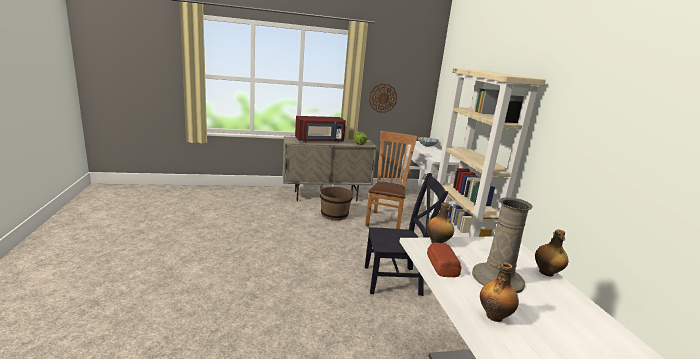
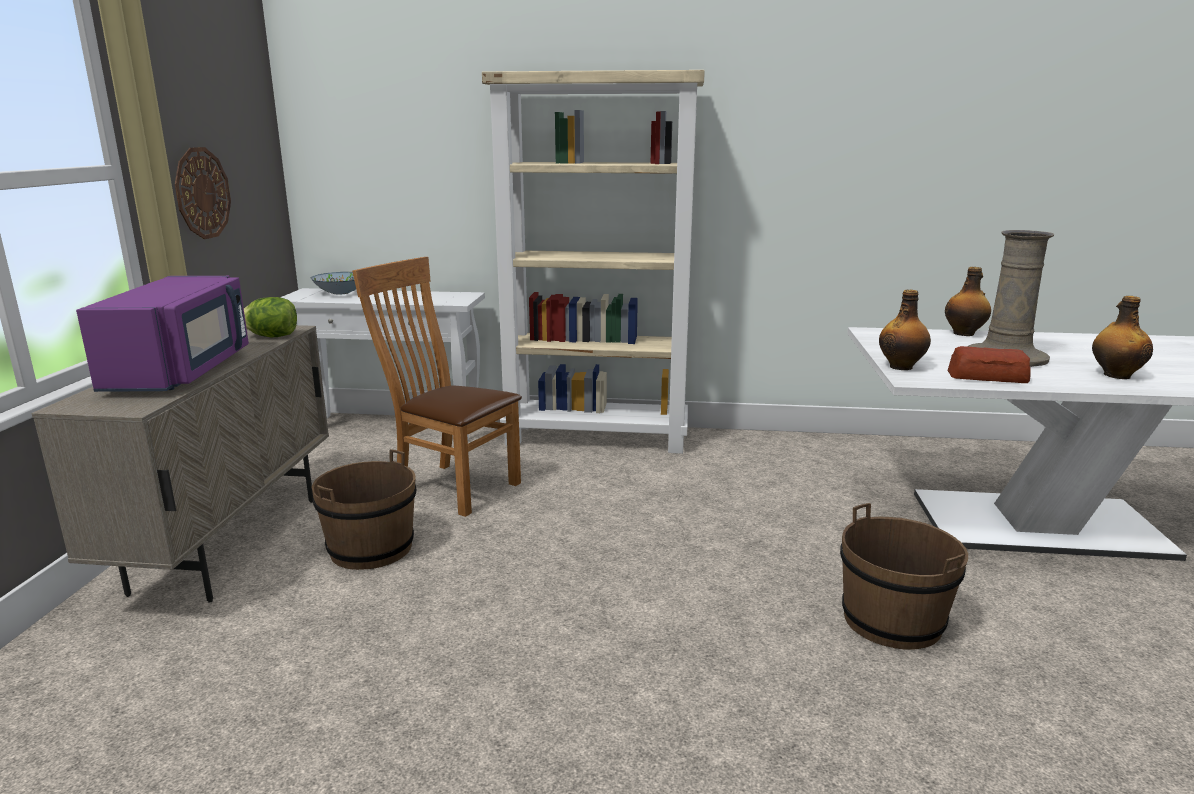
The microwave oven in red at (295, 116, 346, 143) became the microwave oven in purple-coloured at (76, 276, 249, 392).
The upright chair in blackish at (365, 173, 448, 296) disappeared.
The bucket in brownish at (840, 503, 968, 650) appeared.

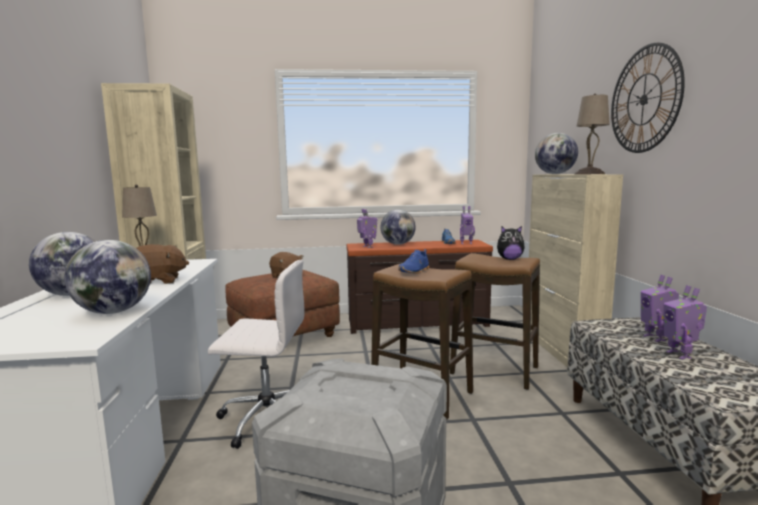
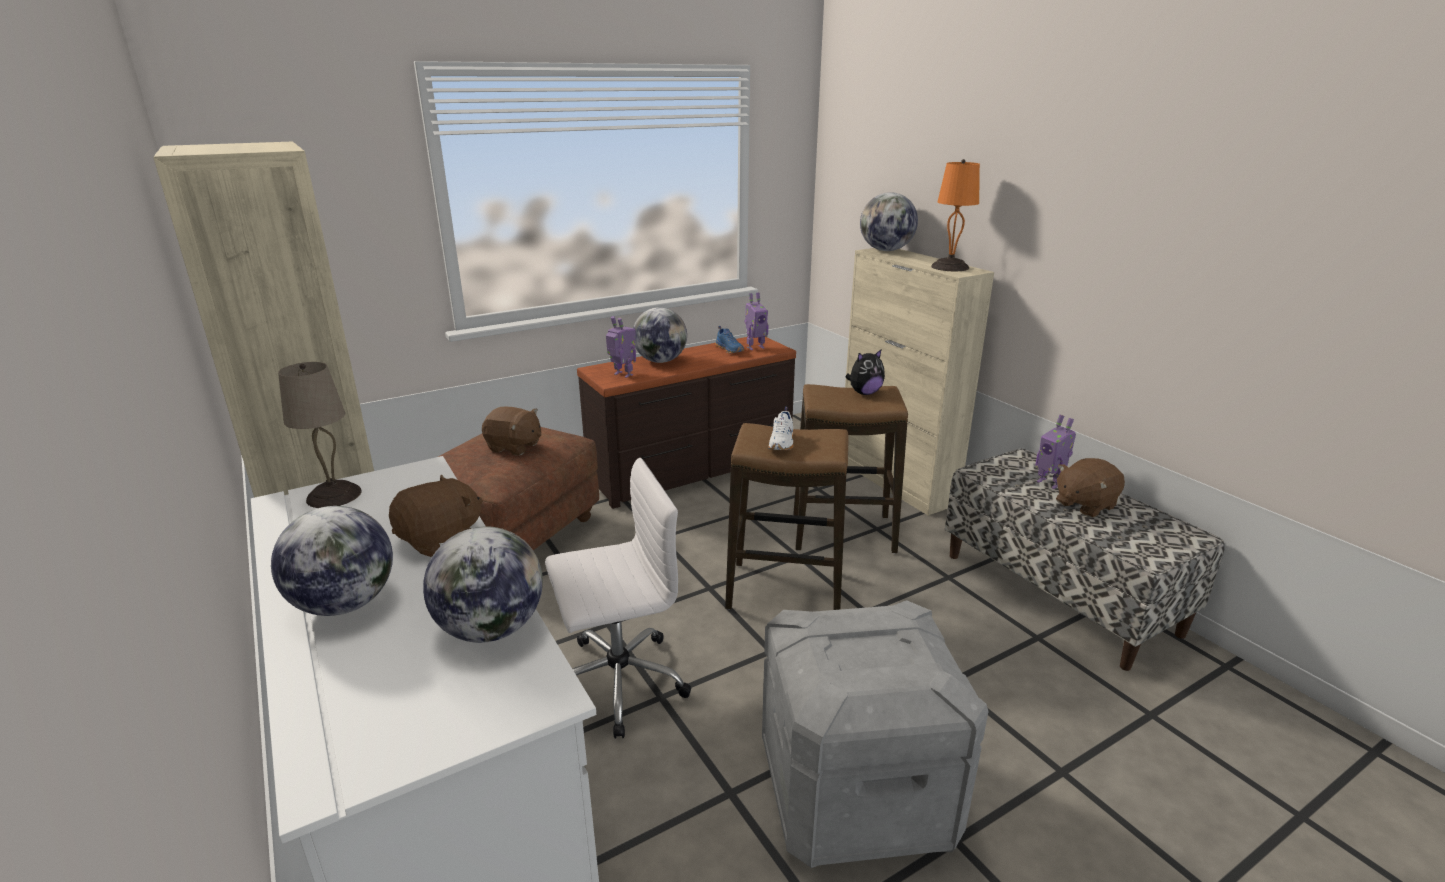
The wall clock at (611, 43, 685, 153) disappeared.
The table lamp in beige-coloured at (575, 94, 610, 174) became the table lamp in orangey at (931, 159, 980, 271).
The item of footwear in blue at (399, 249, 429, 274) became the item of footwear in white-coloured at (768, 407, 793, 450).
The model robot at (664, 285, 707, 359) was replaced by the cuddly toy in brownish at (1056, 458, 1125, 518).

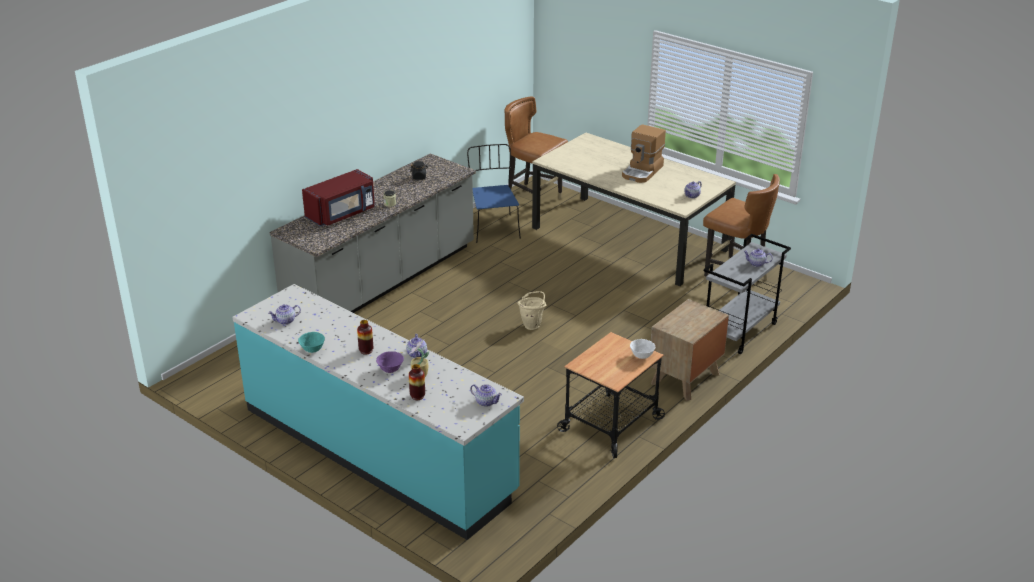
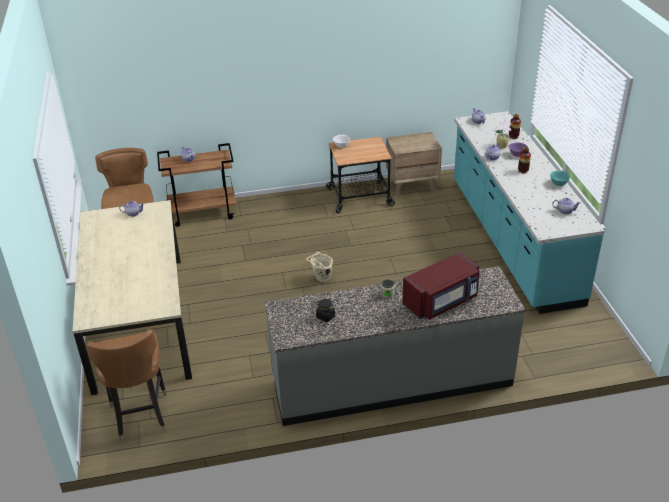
The coffee machine at (622, 124, 666, 183) disappeared.
The upright chair in blue at (467, 144, 521, 243) disappeared.
The microwave oven in red at (302, 169, 375, 226) turned 150 degrees clockwise.
The wheeled cart in grey at (704, 234, 791, 354) became the wheeled cart in brownish at (157, 143, 236, 227).
The night table in brownish moved from (651, 299, 729, 401) to (386, 132, 442, 197).

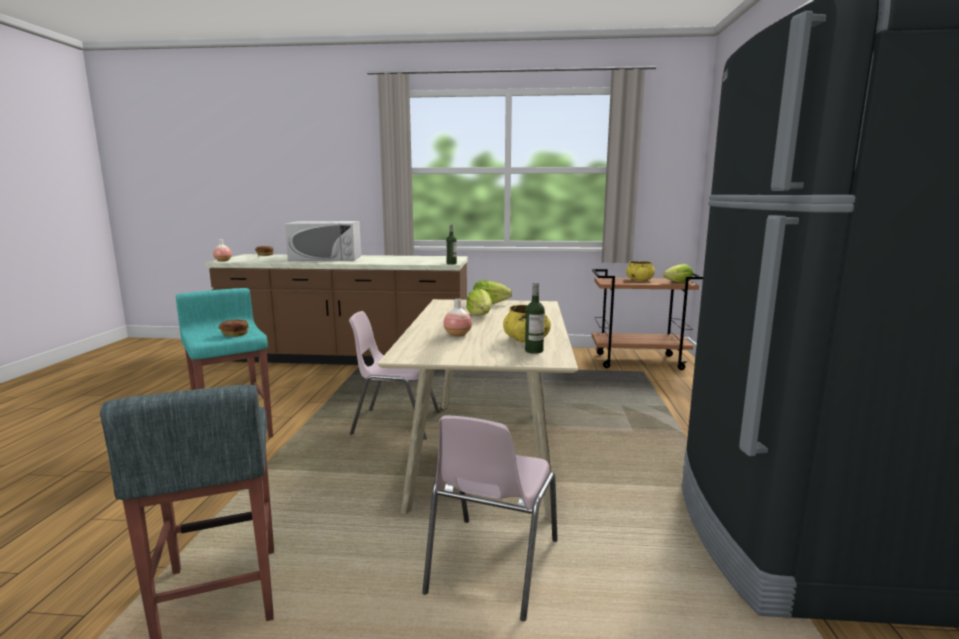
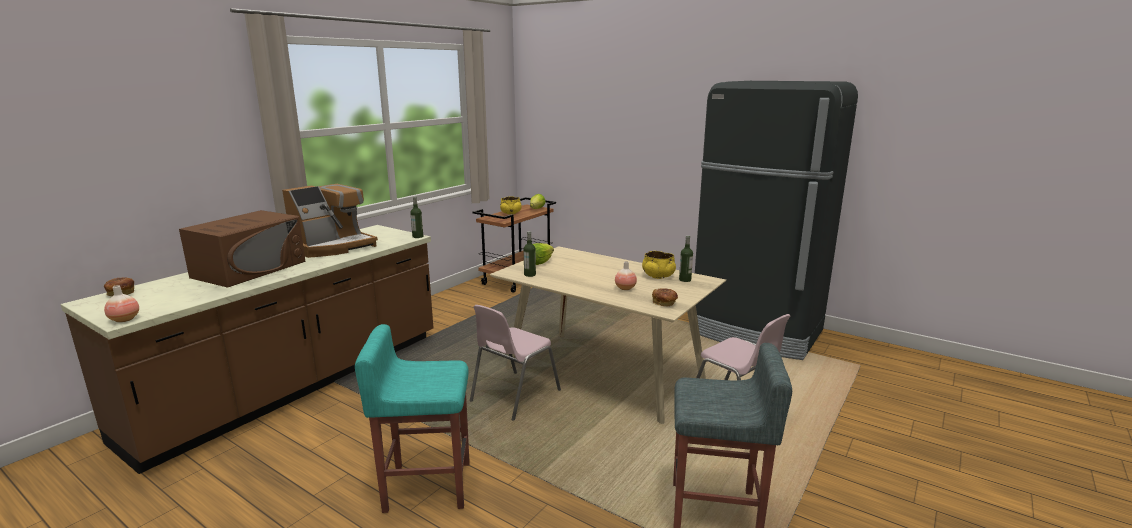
The microwave oven in white-coloured at (285, 221, 361, 261) became the microwave oven in brownish at (179, 210, 306, 288).
The lettuce at (466, 288, 492, 316) disappeared.
The bread moved from (219, 319, 248, 337) to (652, 288, 678, 306).
The coffee machine at (282, 184, 378, 258) appeared.
The beverage bottle at (524, 231, 536, 277) appeared.

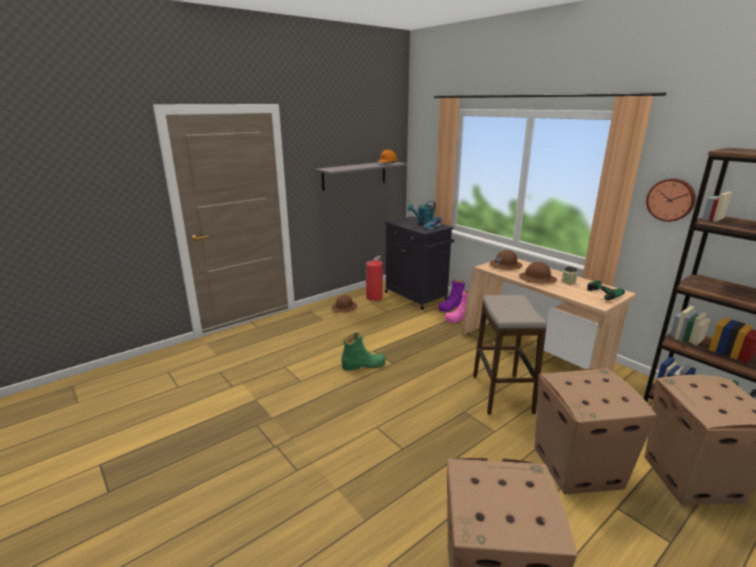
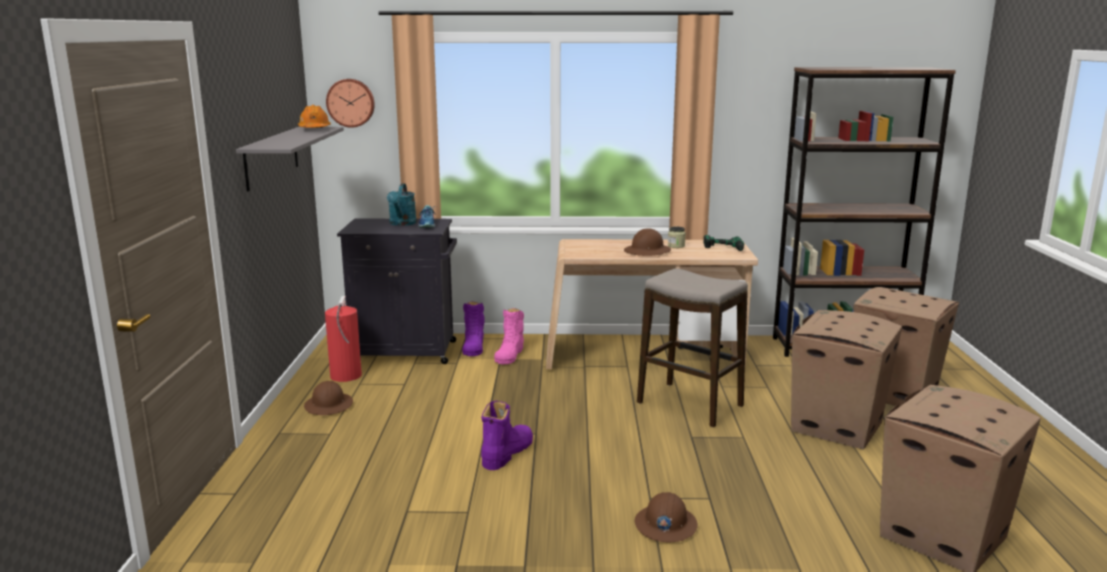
The wall clock moved from (646, 178, 696, 222) to (326, 79, 375, 128).
The work helmet in brownish moved from (490, 250, 522, 270) to (634, 492, 698, 543).
The boot in green at (341, 333, 386, 370) became the boot in purple-coloured at (481, 401, 533, 470).

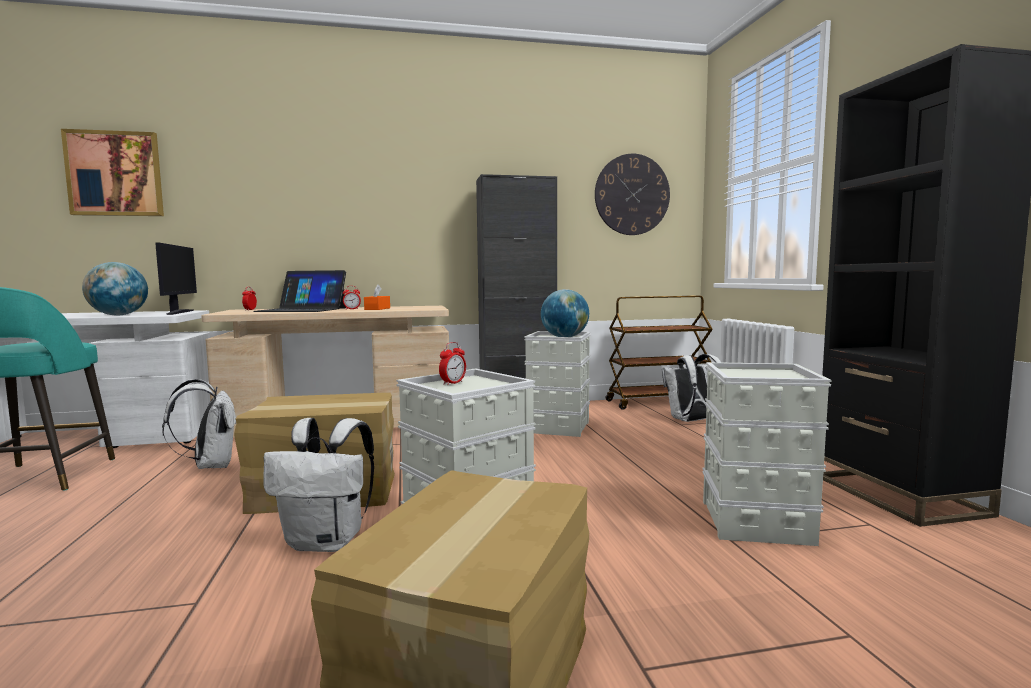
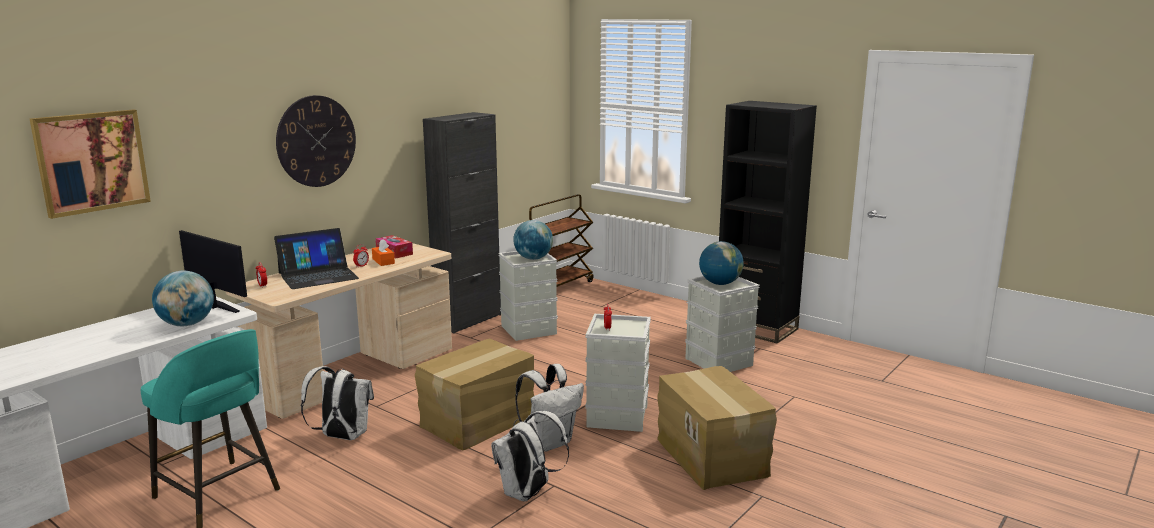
The wall clock moved from (595, 154, 670, 235) to (276, 95, 356, 187).
The rucksack in white-coloured moved from (662, 354, 722, 422) to (491, 411, 569, 502).
The tissue holder at (375, 235, 413, 258) appeared.
The globe at (699, 241, 744, 285) appeared.

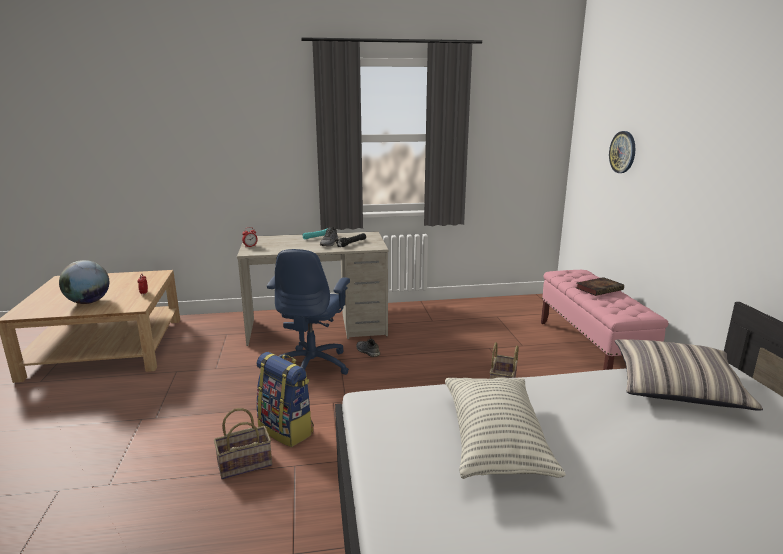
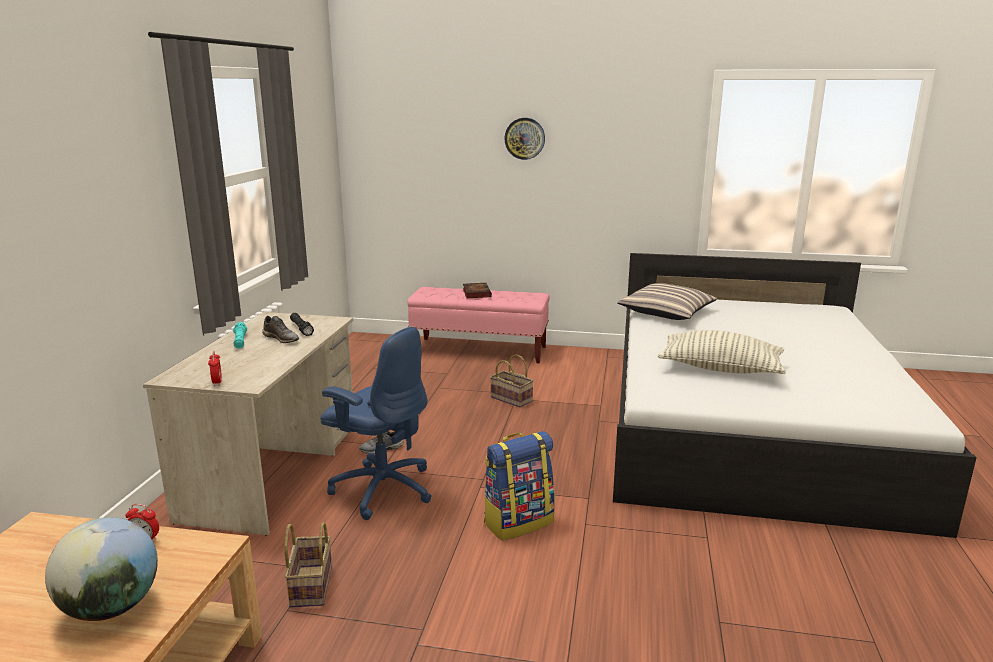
The wall clock moved from (609, 131, 635, 173) to (504, 118, 545, 160).
The storage basket moved from (214, 408, 272, 479) to (284, 522, 332, 608).

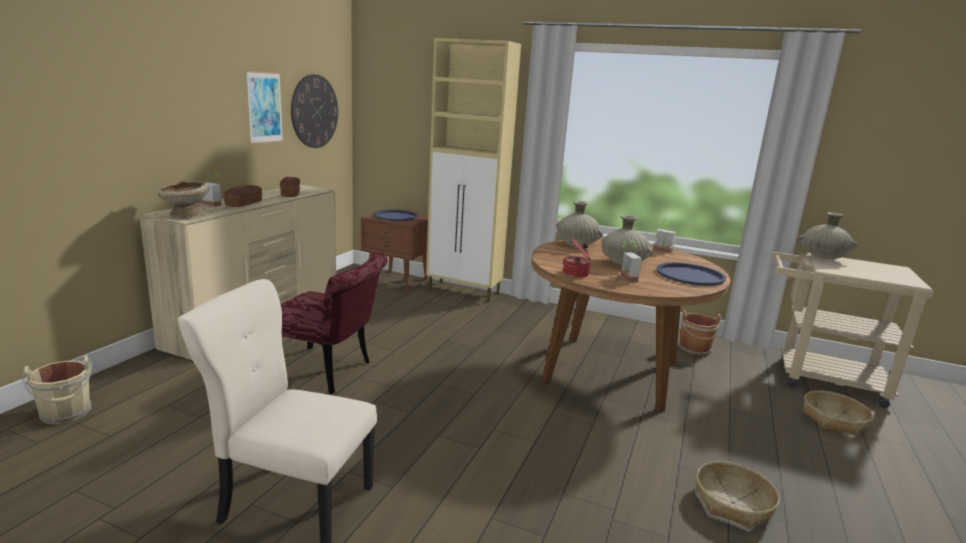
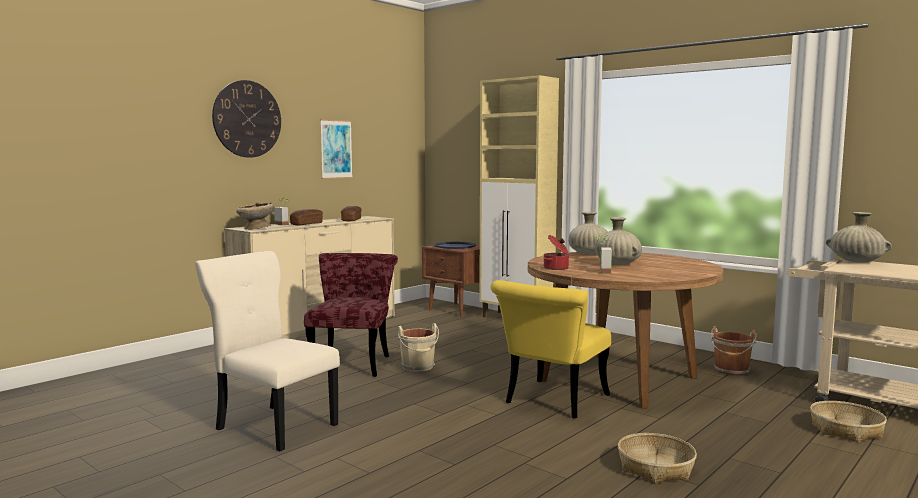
The wall clock moved from (291, 74, 338, 148) to (212, 80, 281, 158).
The houseplant at (654, 219, 676, 253) disappeared.
The upright chair in red at (281, 252, 388, 394) turned 120 degrees counterclockwise.
The serving tray in blue at (656, 262, 726, 286) disappeared.
The bucket in beige-coloured moved from (23, 355, 92, 424) to (398, 323, 439, 372).
The upright chair in yellow at (490, 280, 611, 419) appeared.

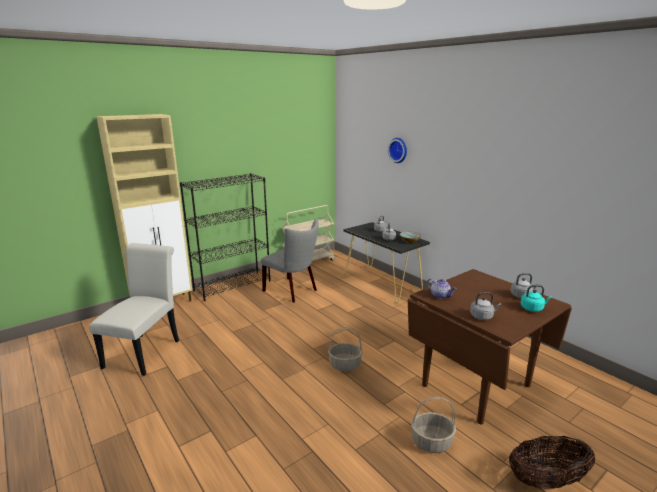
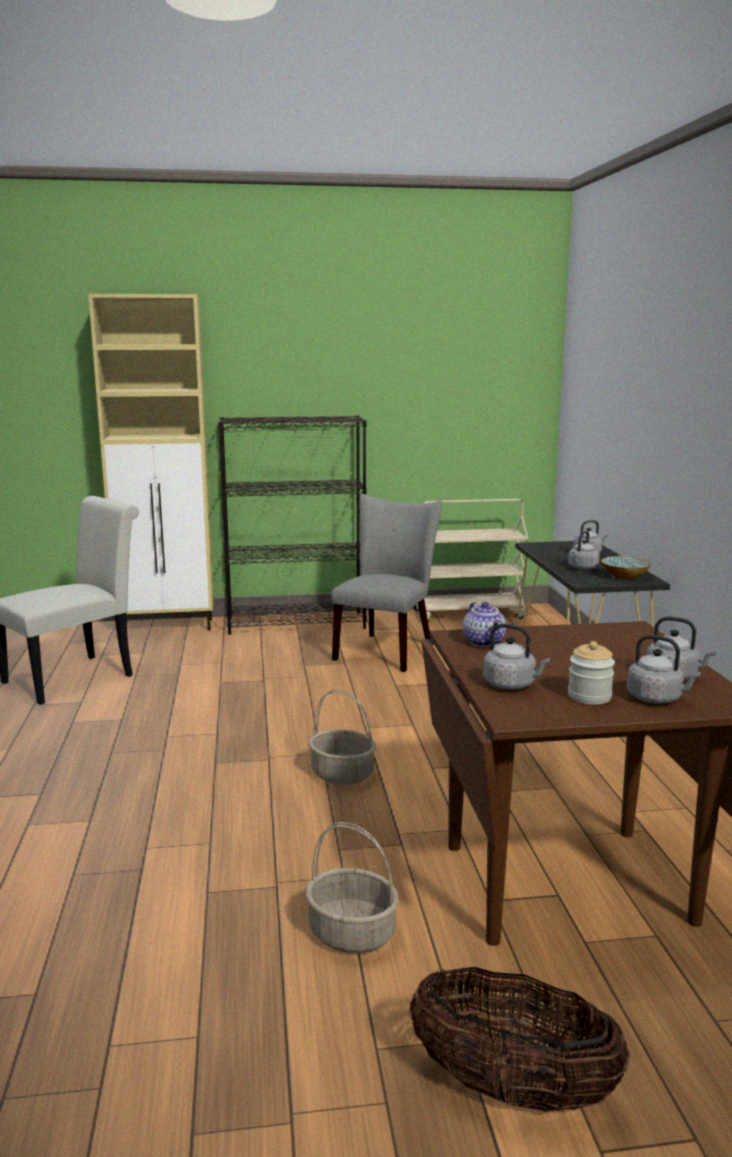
The wall clock at (388, 138, 407, 163) disappeared.
The upright chair in grey at (261, 218, 319, 302) turned 135 degrees counterclockwise.
The tea kettle in turquoise at (521, 285, 552, 312) became the tea kettle in grey at (627, 635, 701, 704).
The storage jar at (568, 641, 615, 705) appeared.

